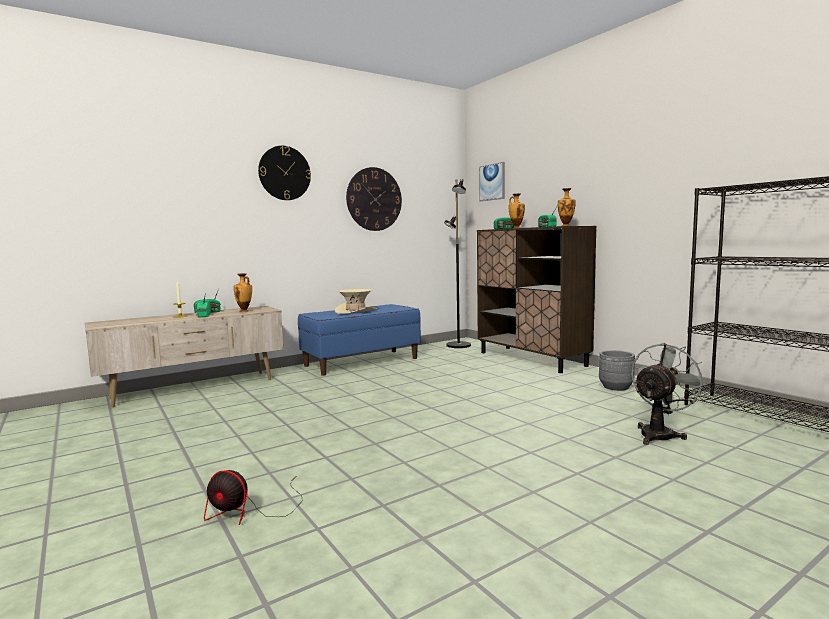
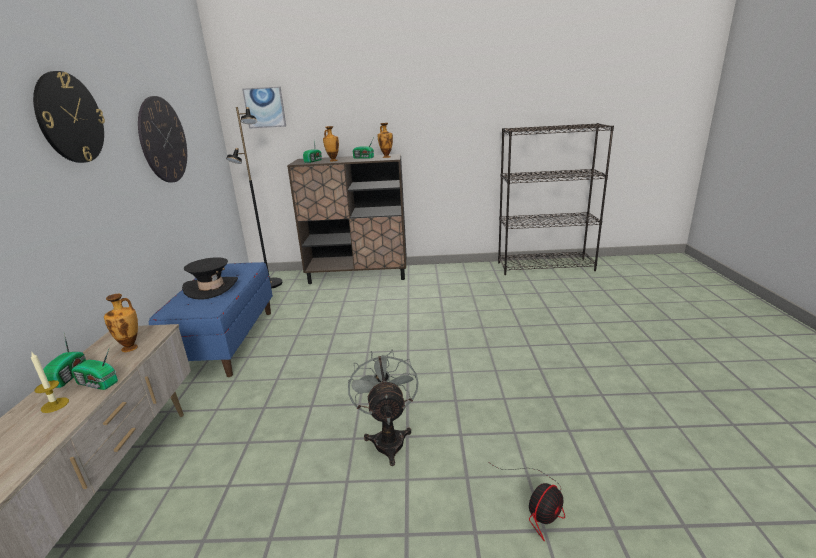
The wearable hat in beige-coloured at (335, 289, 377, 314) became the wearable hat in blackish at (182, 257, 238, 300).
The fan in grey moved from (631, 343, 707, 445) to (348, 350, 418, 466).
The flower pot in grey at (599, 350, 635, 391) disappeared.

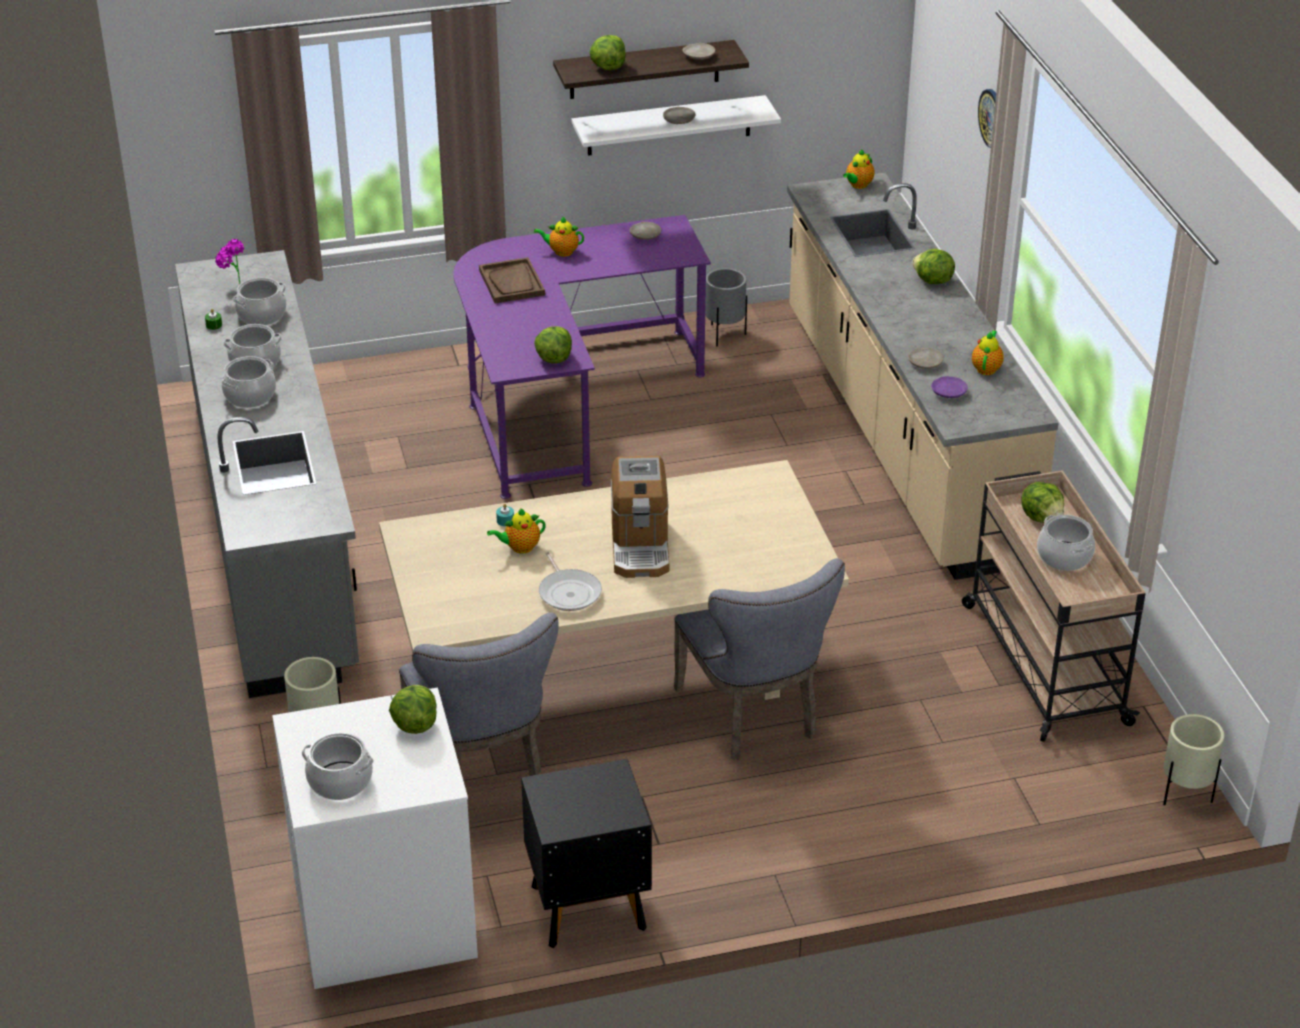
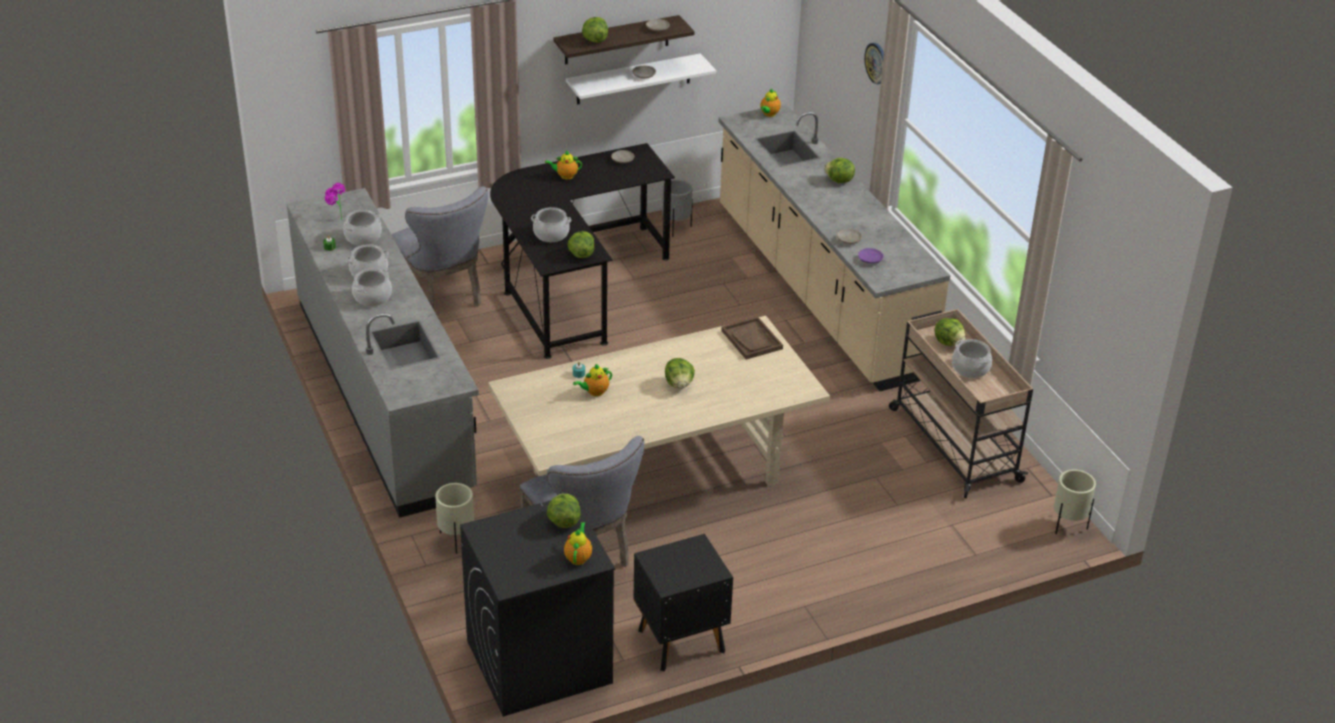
The desk in purple-coloured at (453, 215, 711, 499) became the desk in blackish at (490, 143, 675, 359).
The serving tray in brownish moved from (479, 257, 545, 303) to (721, 317, 783, 359).
The teapot moved from (972, 330, 1004, 375) to (564, 522, 592, 565).
The coffee machine at (611, 456, 669, 578) was replaced by the lettuce at (665, 358, 695, 388).
The pan at (539, 552, 602, 611) disappeared.
The upright chair in grey moved from (674, 558, 845, 760) to (391, 186, 488, 310).
The washing machine in white-coloured at (272, 688, 478, 989) became the washing machine in blackish at (460, 501, 615, 717).
The cooking pot moved from (302, 732, 374, 800) to (531, 207, 571, 242).

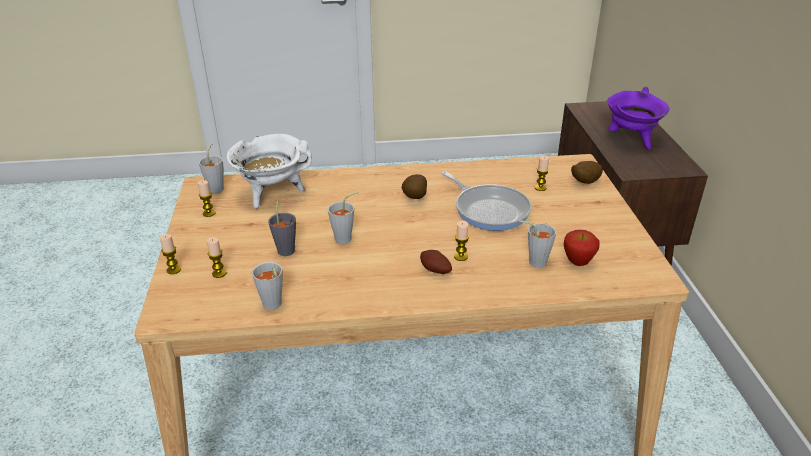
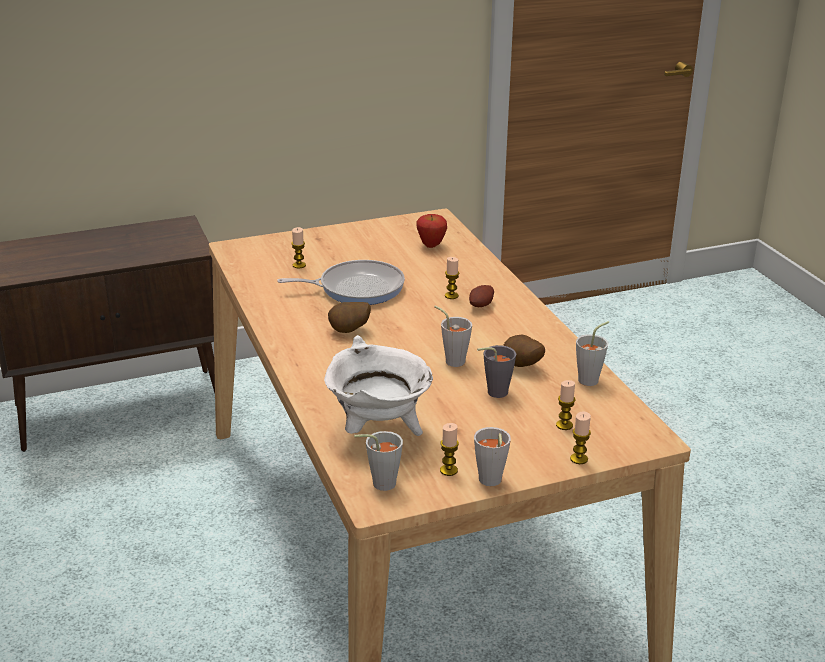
The cooking pot in purple-coloured at (607, 87, 670, 150) disappeared.
The whole potato moved from (571, 161, 603, 184) to (503, 335, 545, 367).
The pan at (441, 172, 532, 231) turned 45 degrees clockwise.
The cup in grey moved from (519, 220, 556, 268) to (474, 427, 511, 486).

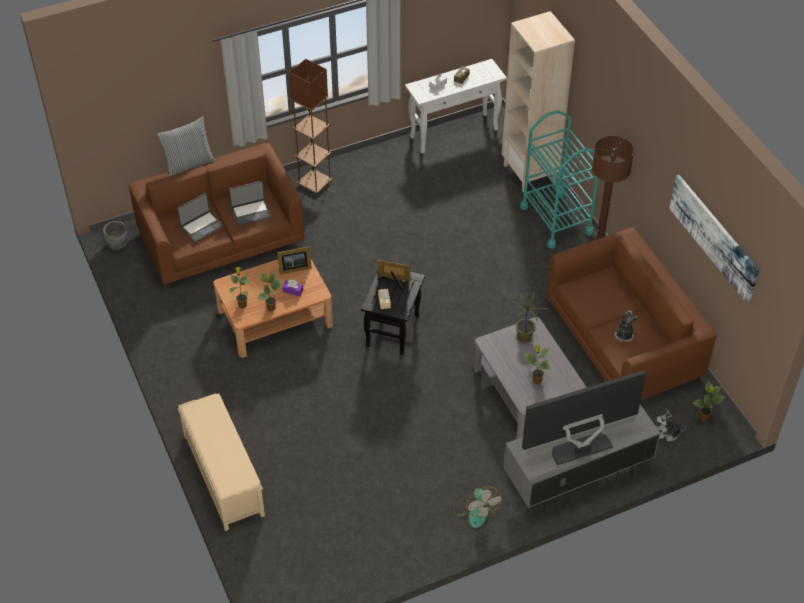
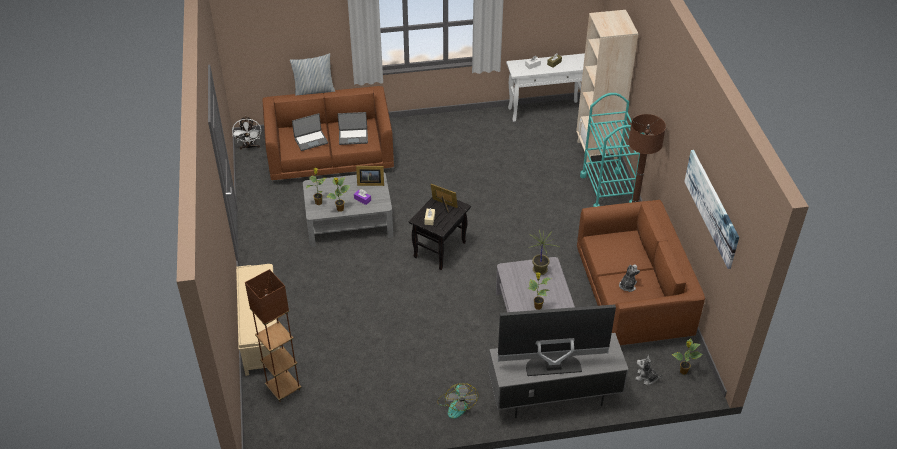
The standing lamp in brownish moved from (289, 59, 332, 195) to (245, 269, 301, 402).
The flower pot in grey at (103, 221, 128, 251) was replaced by the fan in white-coloured at (232, 116, 261, 150).
The lounge table in brownish at (213, 259, 333, 358) became the lounge table in grey at (303, 172, 393, 247).

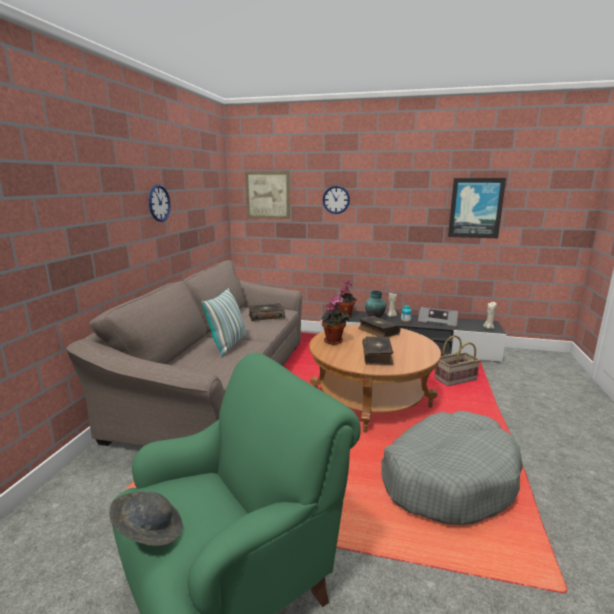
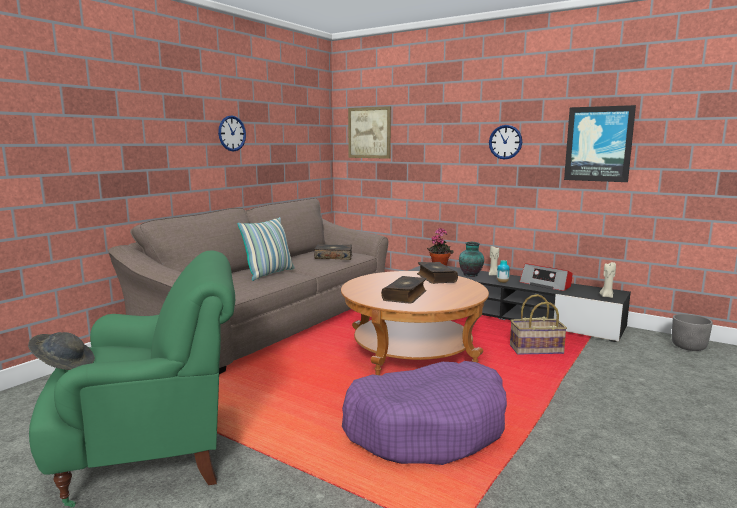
The wall clock moved from (323, 185, 350, 214) to (489, 125, 522, 160).
The houseplant at (322, 295, 349, 345) disappeared.
The pet bed in grey at (381, 411, 523, 525) became the pet bed in purple-coloured at (342, 361, 507, 465).
The flower pot in grey at (672, 314, 713, 351) appeared.

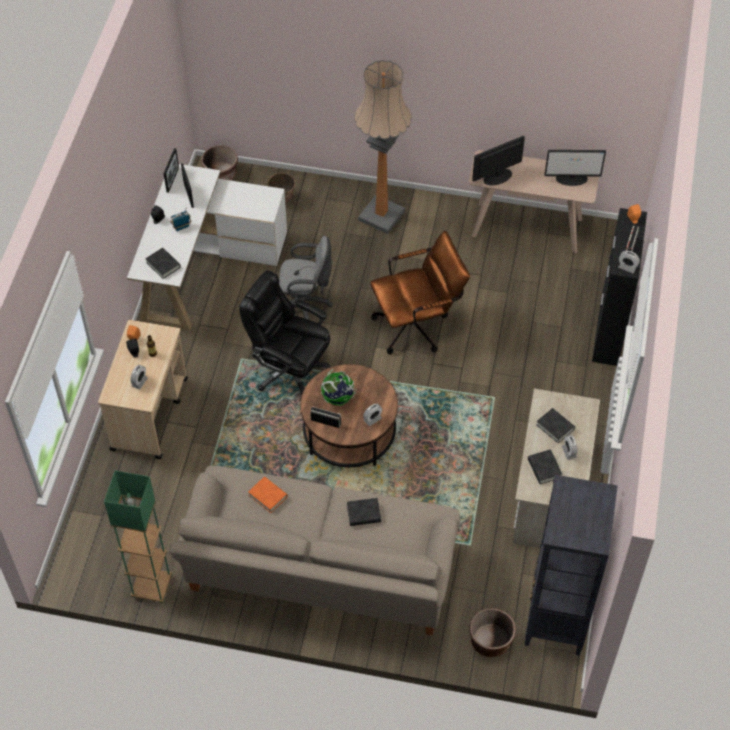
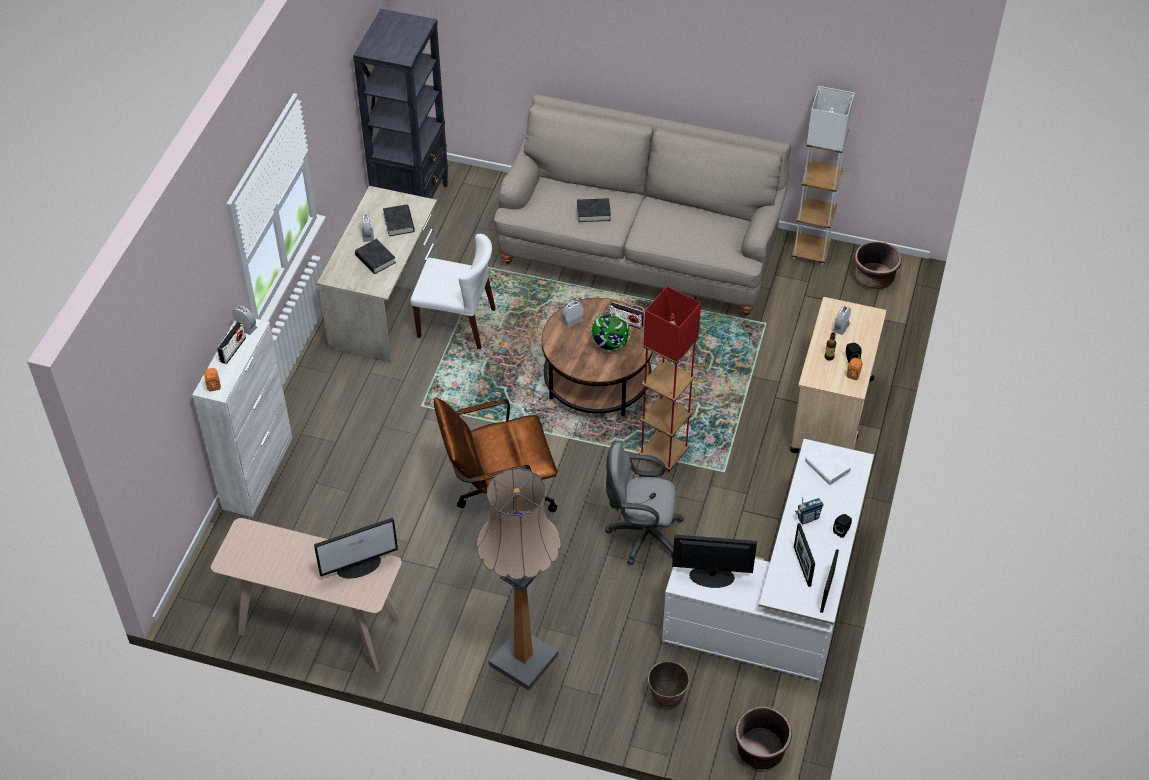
The monitor moved from (544, 150, 606, 186) to (672, 535, 757, 588).
The storage cabinet in blackish at (592, 208, 647, 366) became the storage cabinet in white-coloured at (192, 319, 293, 517).
The book in blackish at (145, 248, 181, 279) became the book in white-coloured at (805, 443, 852, 485).
The office chair in blackish at (239, 270, 331, 401) was replaced by the standing lamp in red at (638, 286, 701, 472).
The standing lamp in green at (104, 470, 172, 603) became the standing lamp in white-coloured at (792, 86, 855, 266).
The book in orangey at (248, 477, 287, 513) disappeared.
The flower pot in brownish moved from (469, 608, 516, 657) to (854, 242, 901, 289).
The upright chair in white-coloured at (410, 234, 496, 349) appeared.

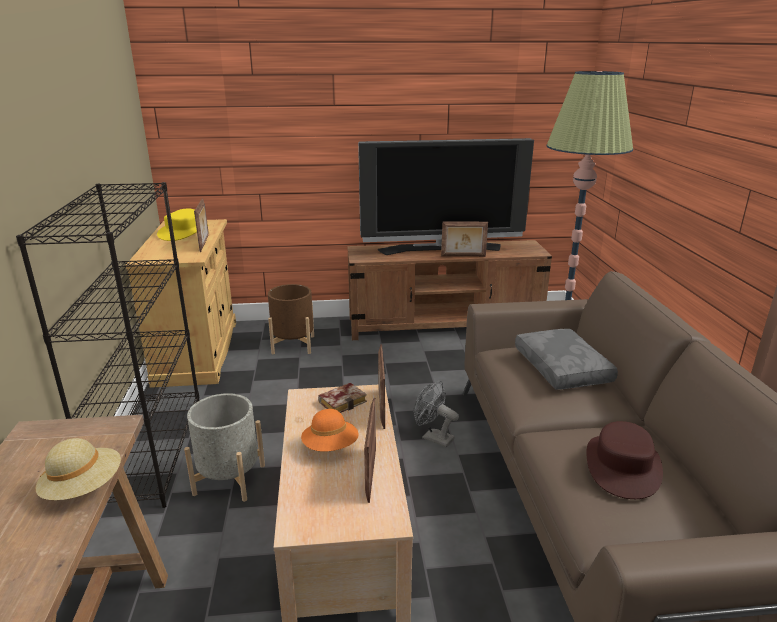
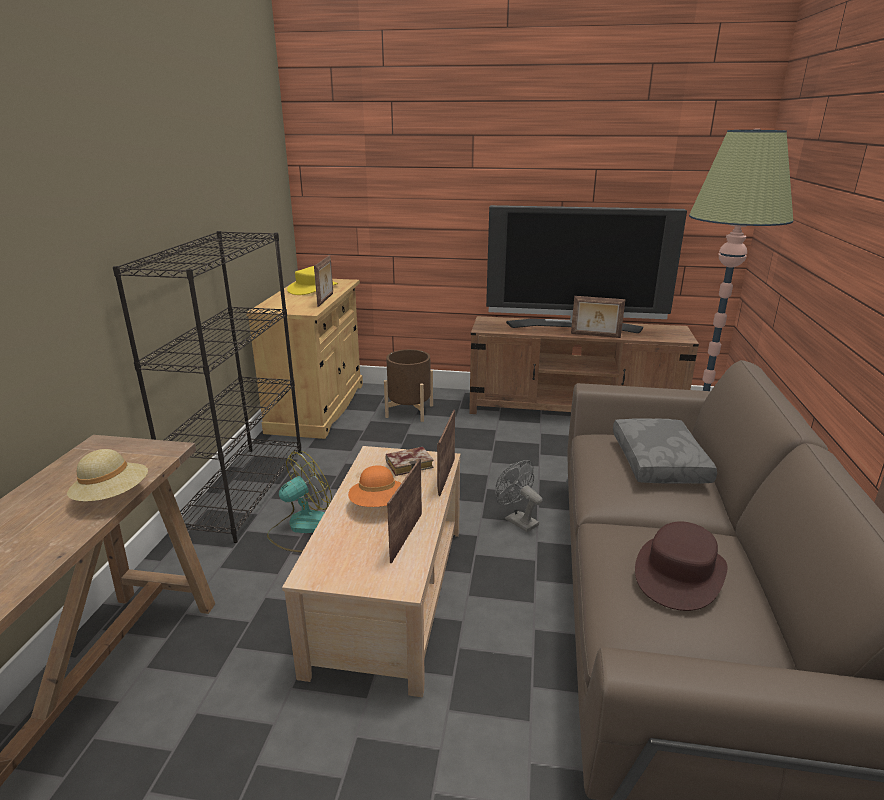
The flower pot in grey at (184, 393, 265, 502) was replaced by the fan at (267, 451, 332, 552).

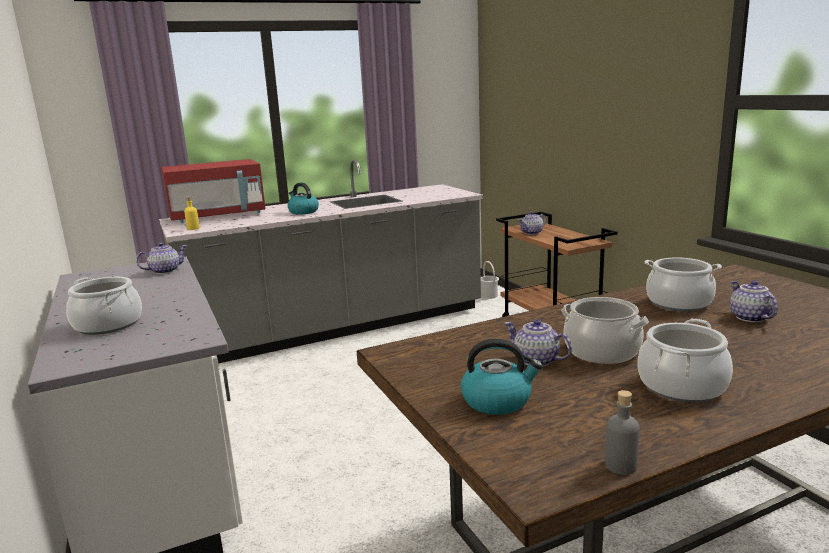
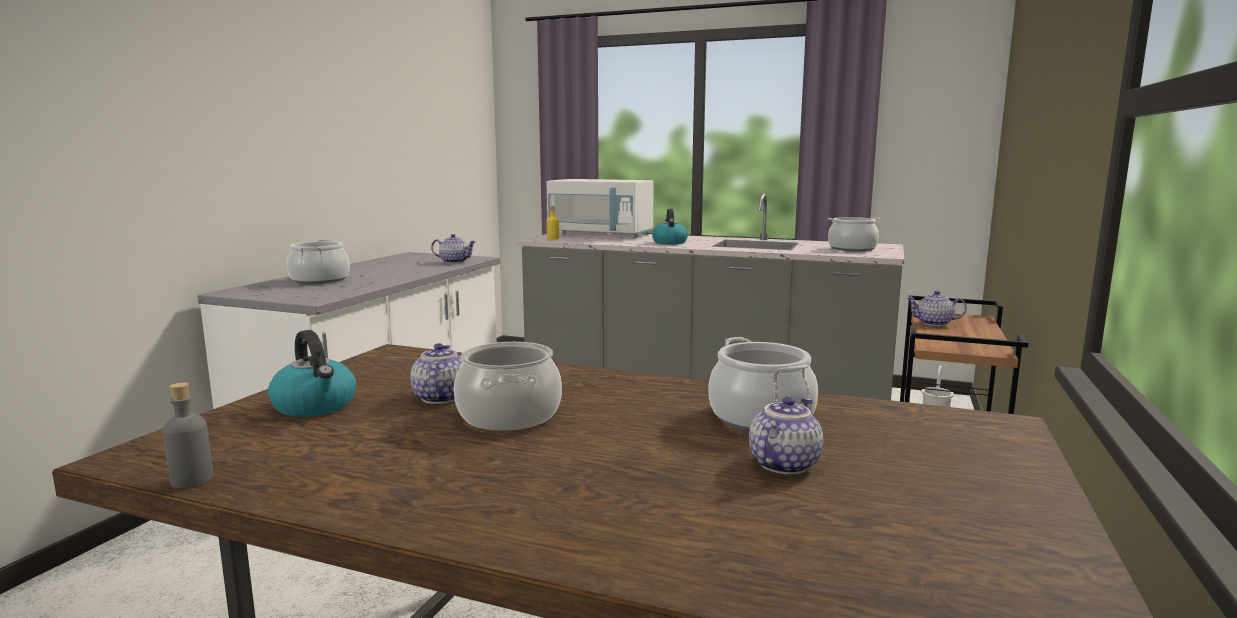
The microwave oven in red at (161, 159, 266, 223) became the microwave oven in white-coloured at (547, 179, 654, 238).
The cooking pot moved from (637, 319, 733, 402) to (828, 217, 881, 252).

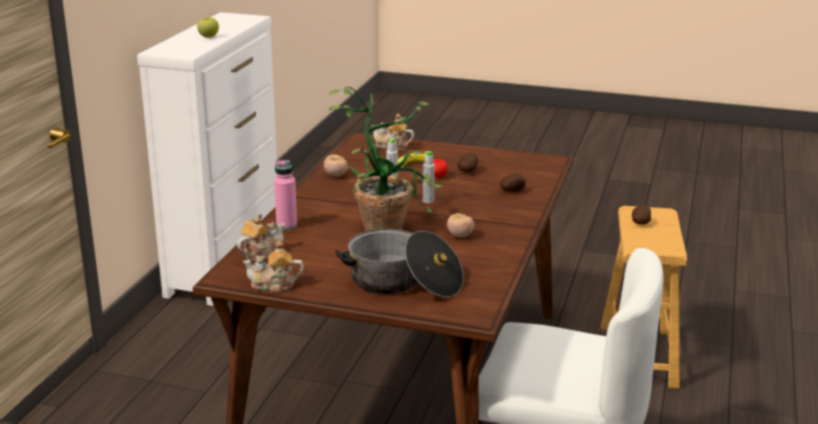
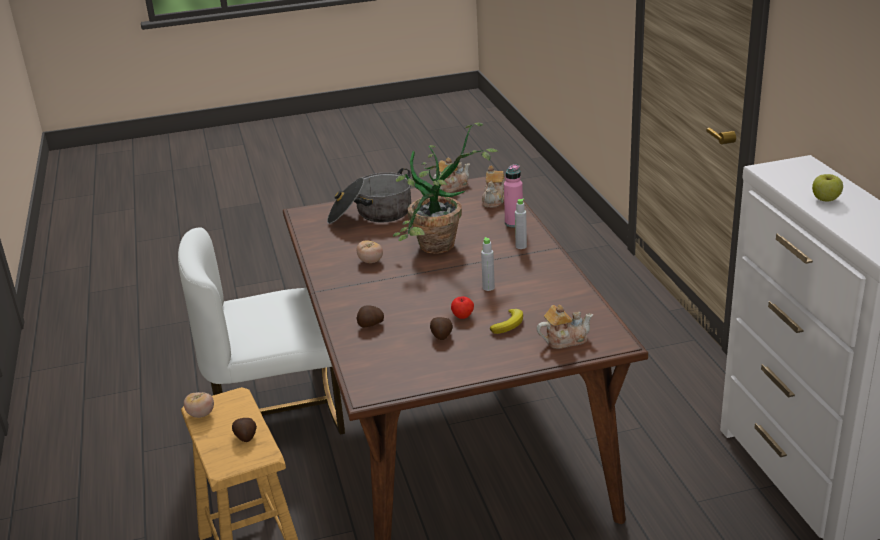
The beverage bottle in grey moved from (423, 151, 435, 203) to (515, 198, 527, 249).
The whole tomato moved from (324, 154, 348, 177) to (184, 392, 214, 418).

